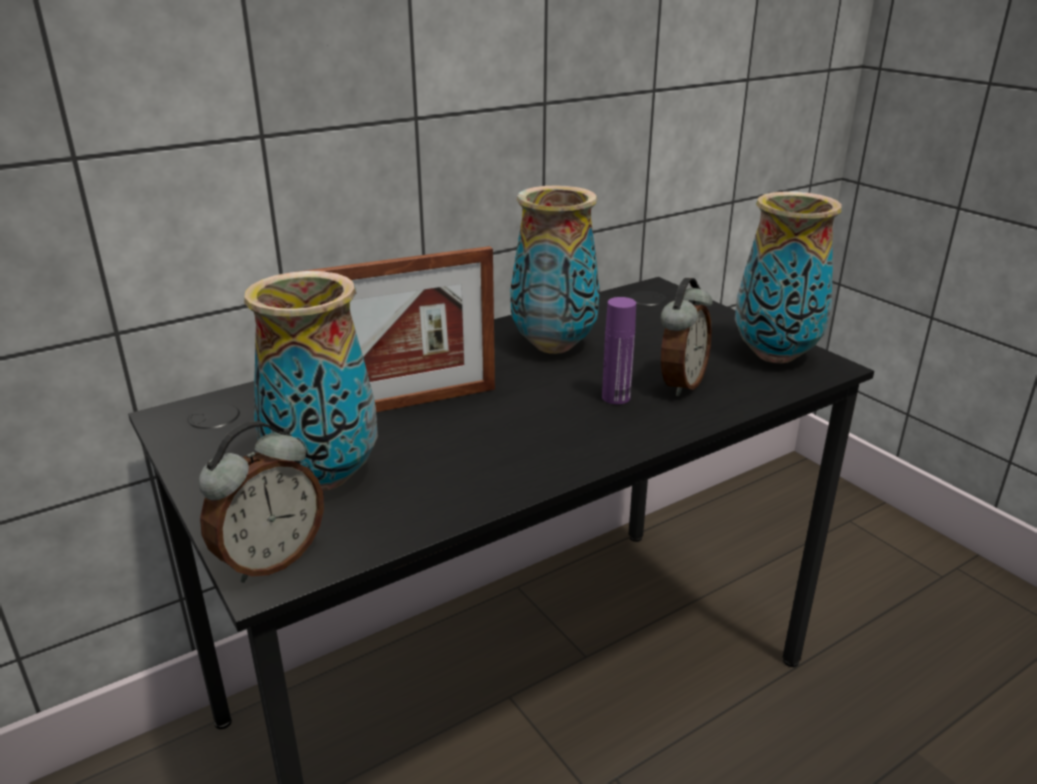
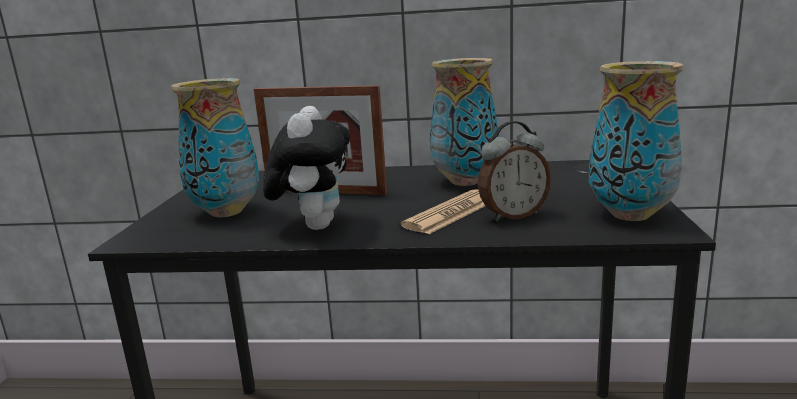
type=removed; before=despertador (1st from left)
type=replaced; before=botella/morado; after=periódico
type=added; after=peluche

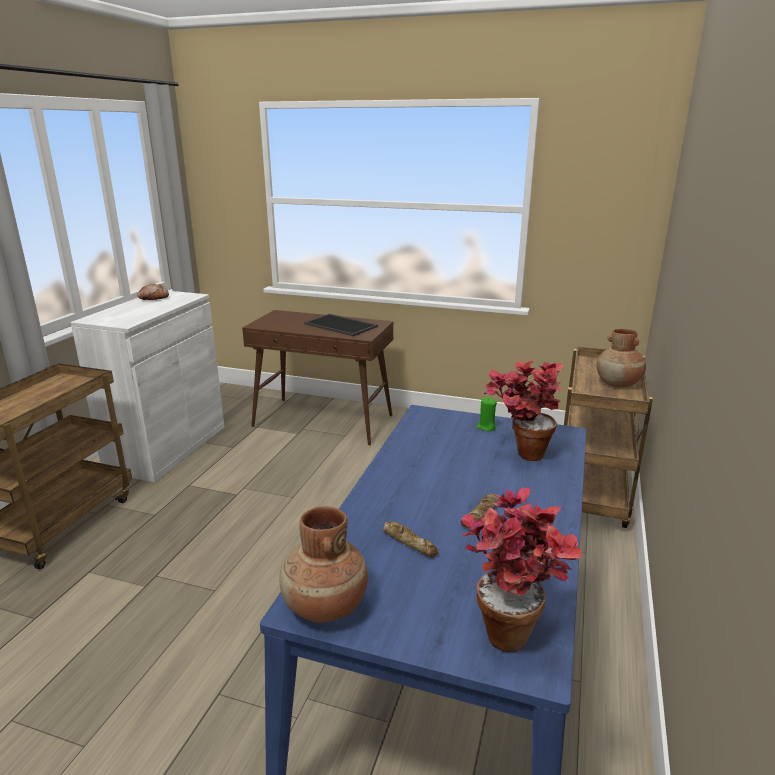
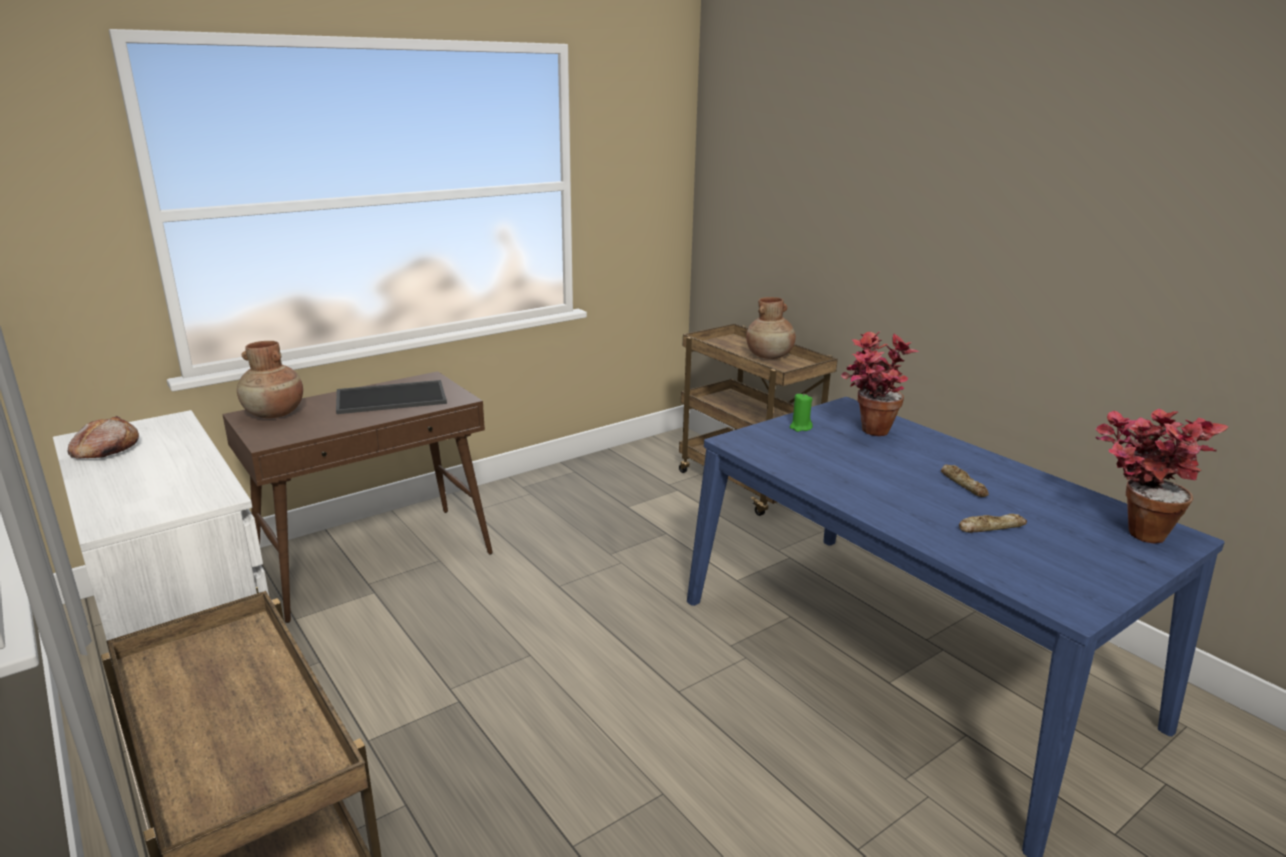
type=moved; before=florero/marrón (1st from left)

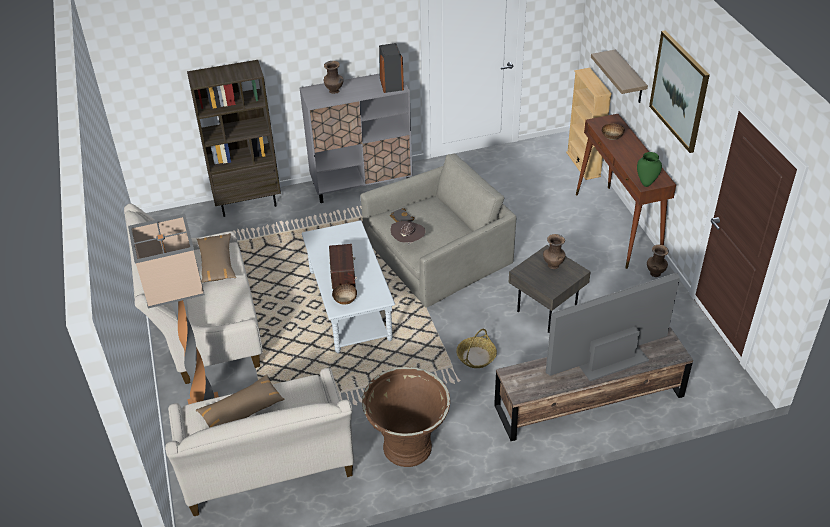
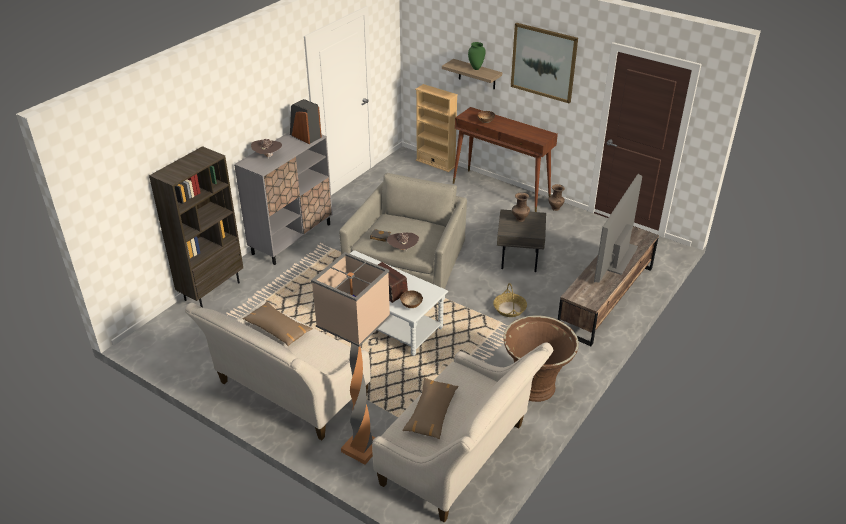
type=replaced; before=florero/marrón (1st from left); after=sombrero/marrón (1st from left)
type=moved; before=florero/verde

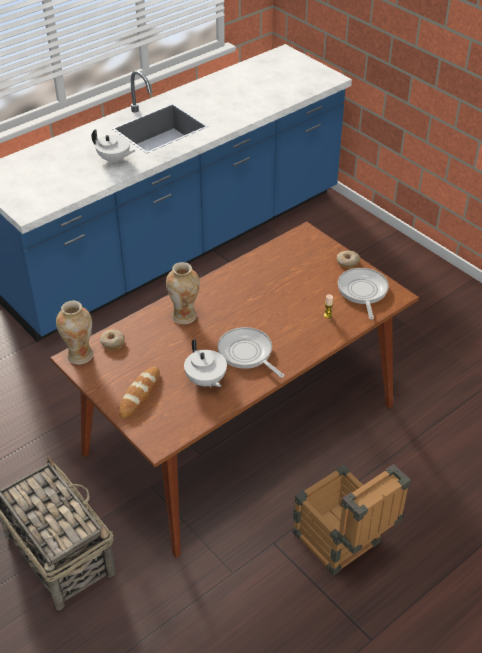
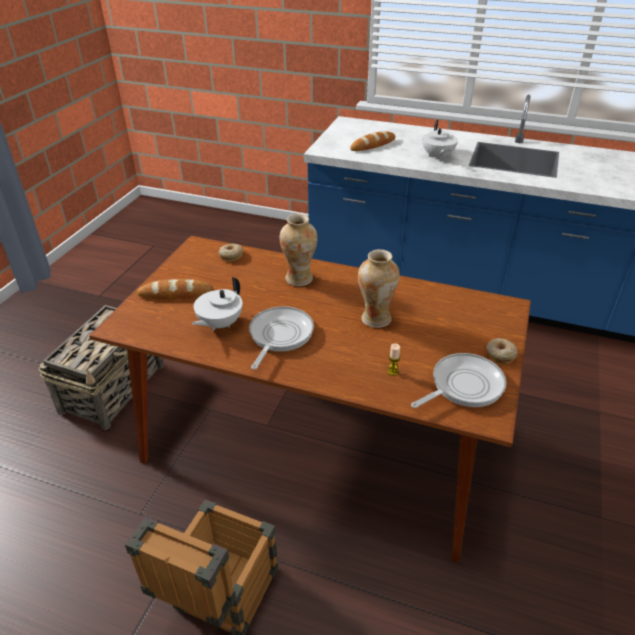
type=moved; before=florero (1st from left in the first image); after=florero (2nd from left)
type=added; after=pan (2nd from left)

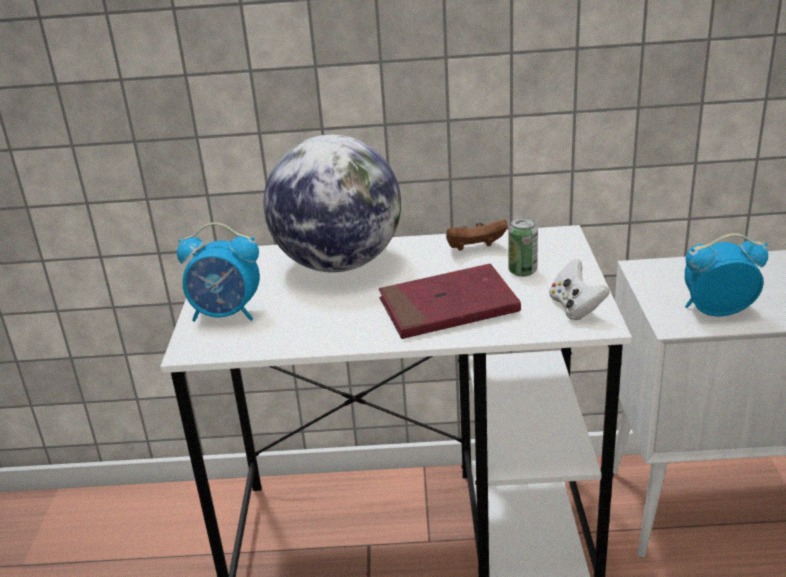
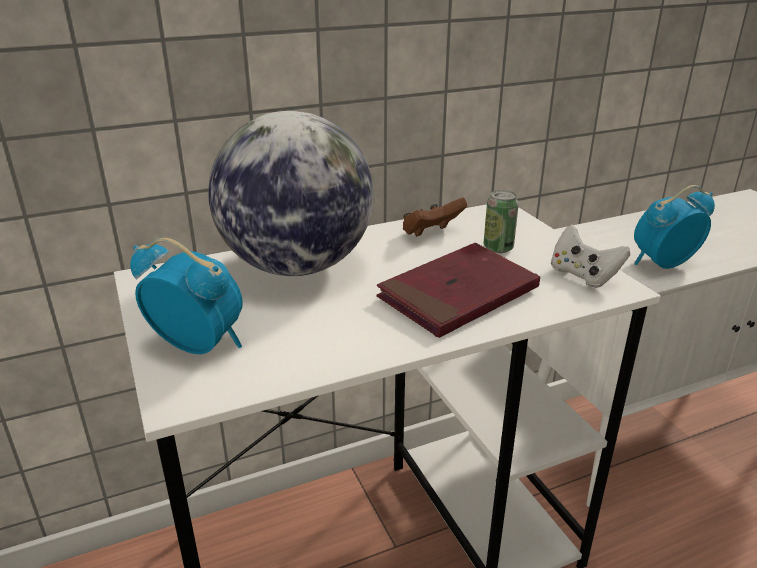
type=turned; before=despertador (1st from left); turn=-135

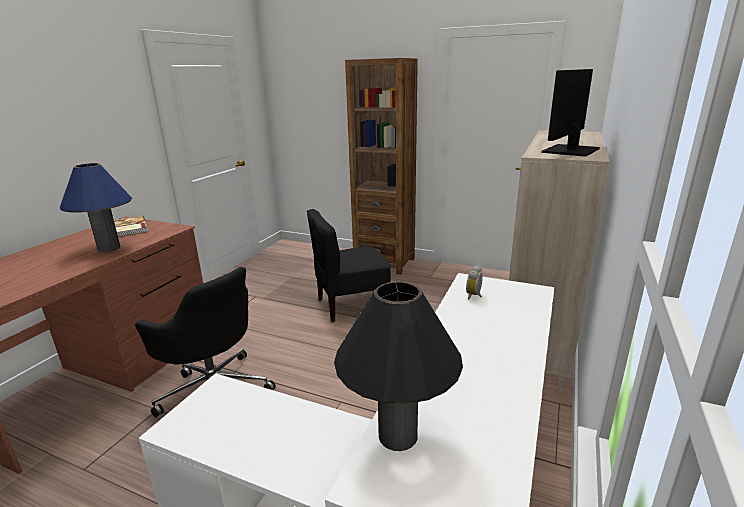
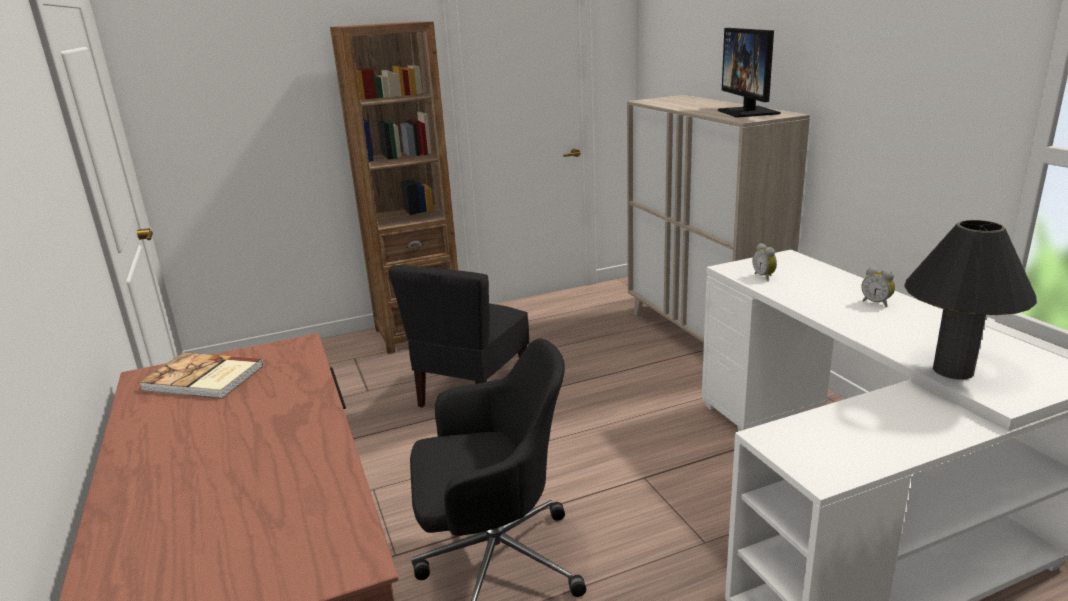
type=removed; before=lámpara de mesa/azul
type=added; after=despertador (2nd from left)

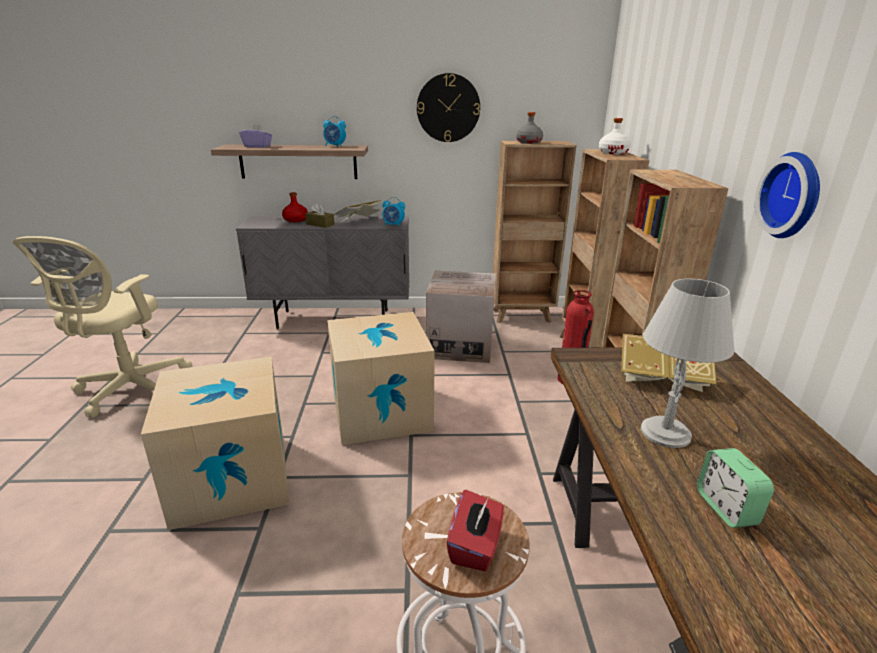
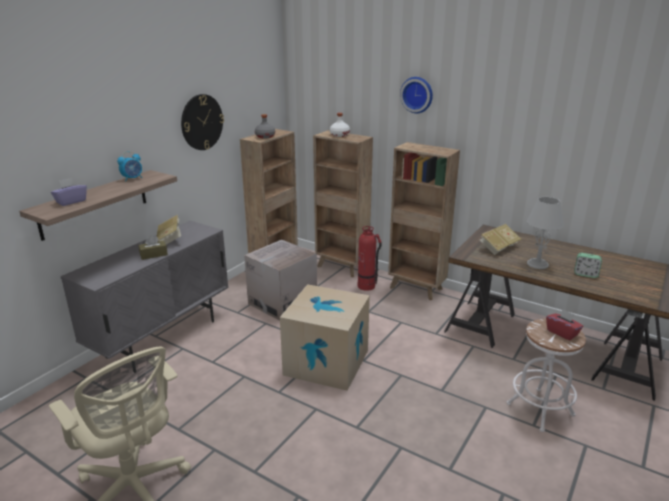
type=removed; before=caja de cartón (1st from left)
type=removed; before=botella/rojo
type=removed; before=despertador (2nd from left)
type=moved; before=reloj de pared (2nd from left)

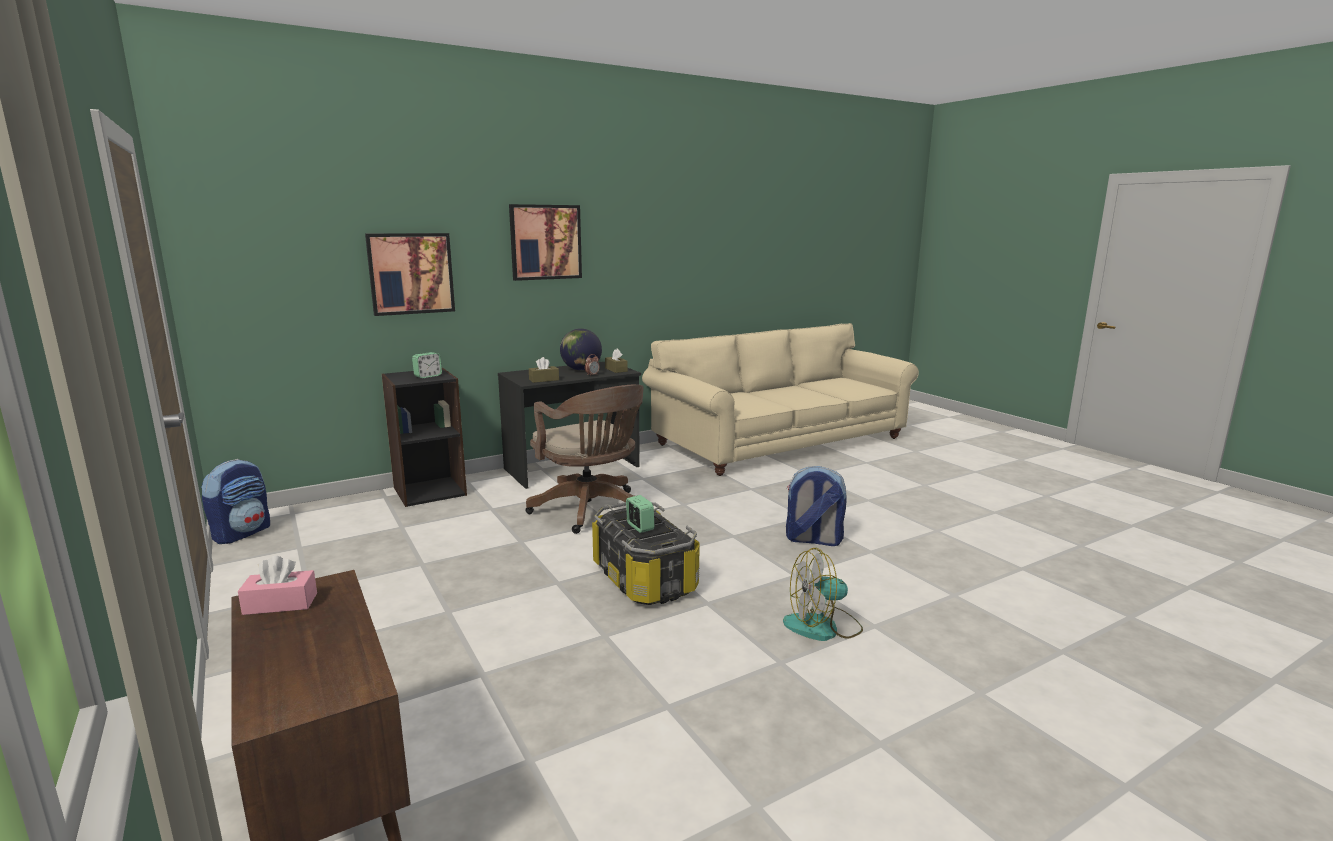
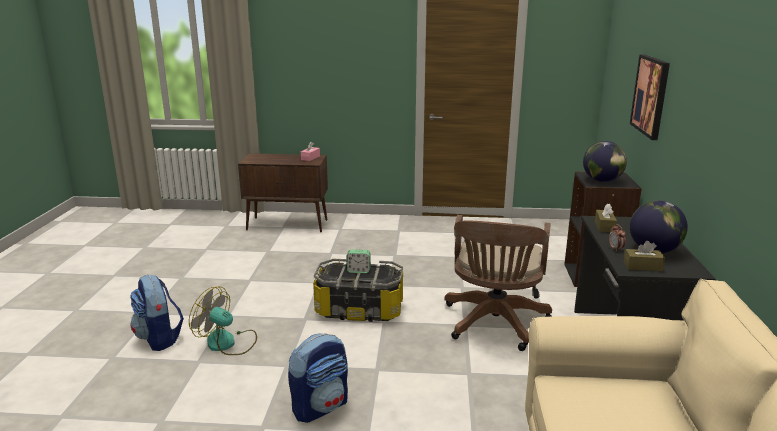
type=moved; before=mochila (1st from left)
type=replaced; before=despertador (1st from left); after=globo terráqueo (1st from left)
type=removed; before=cuadro (2nd from left)
type=turned; before=silla de oficina/marrón; turn=-75
type=turned; before=ventilador; turn=-90

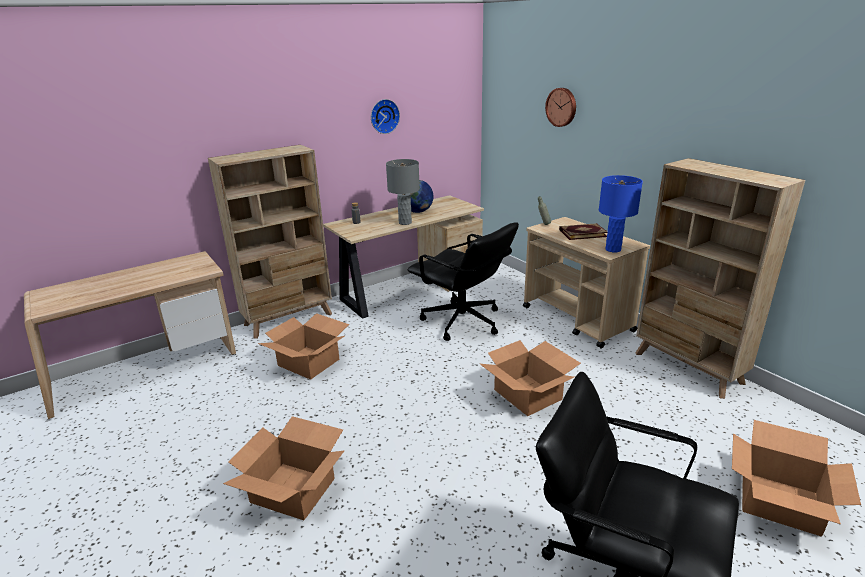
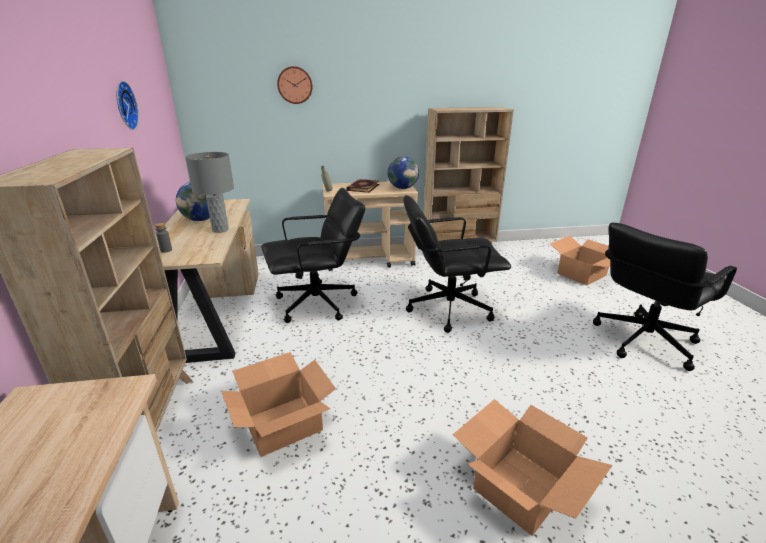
type=replaced; before=caja de cartón (3rd from left); after=silla de oficina/negro (2nd from left)
type=replaced; before=lámpara de mesa/azul; after=globo terráqueo (2nd from left)

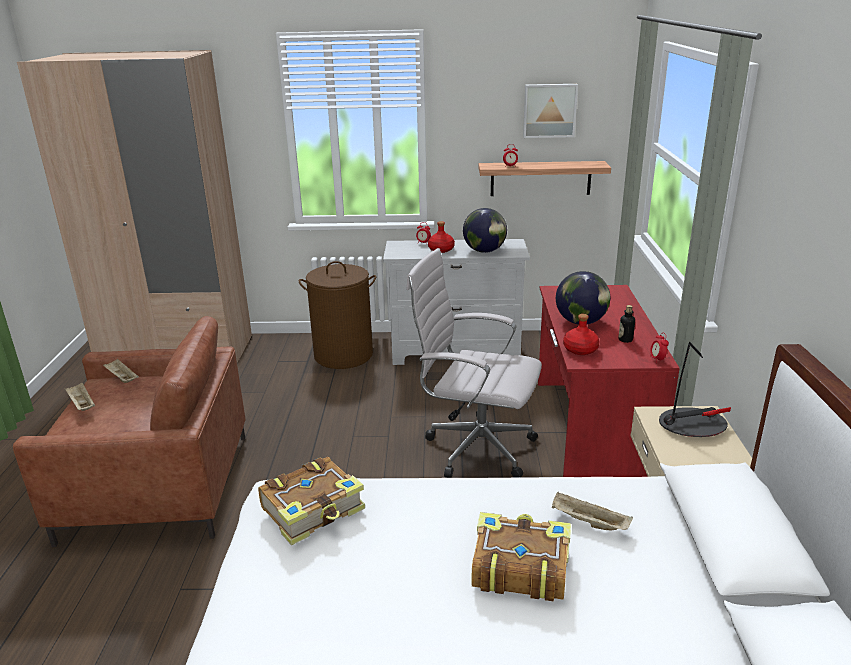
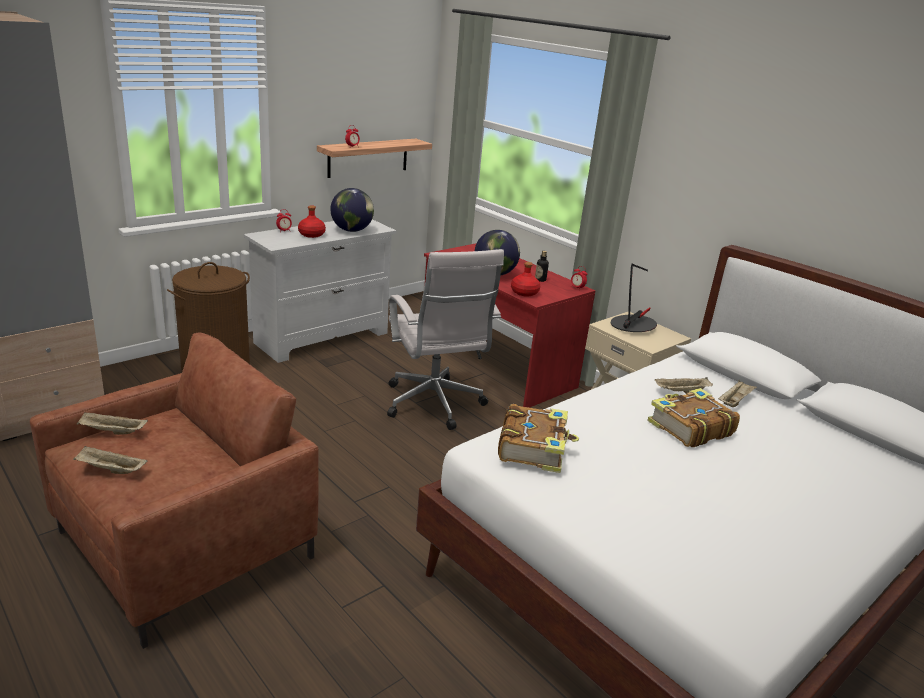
type=turned; before=silla de oficina/blanco; turn=-90
type=removed; before=cuadro
type=added; after=bandeja/beis (4th from left)

